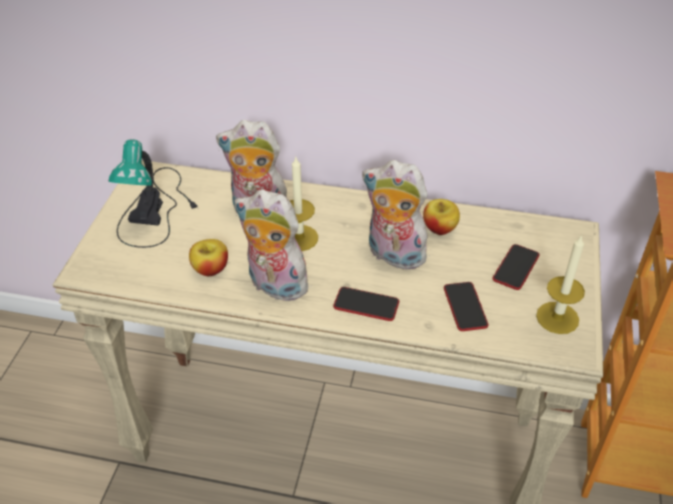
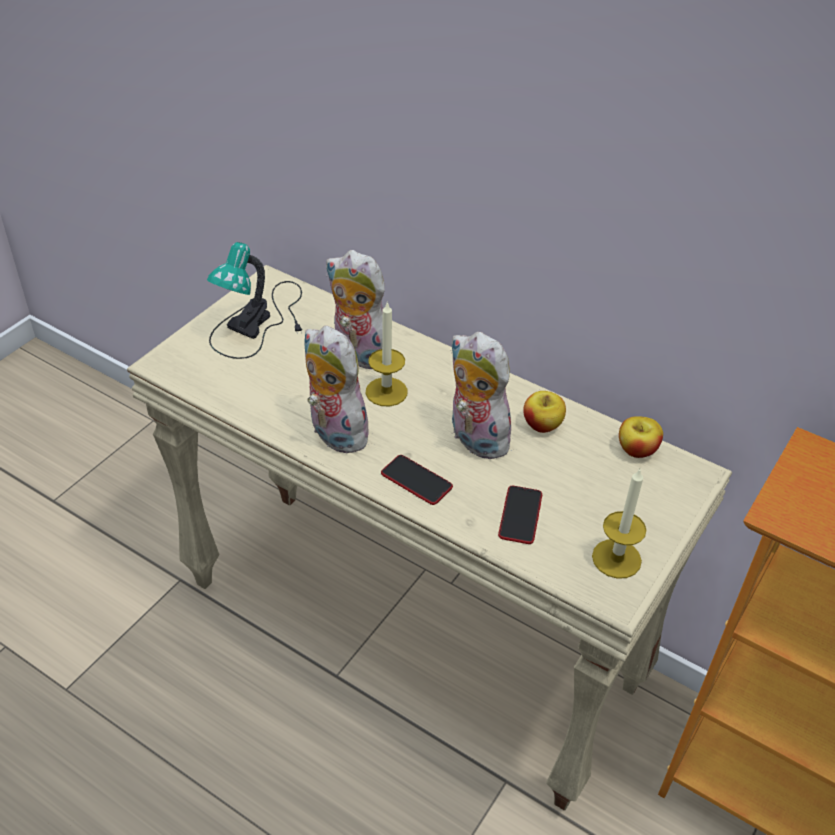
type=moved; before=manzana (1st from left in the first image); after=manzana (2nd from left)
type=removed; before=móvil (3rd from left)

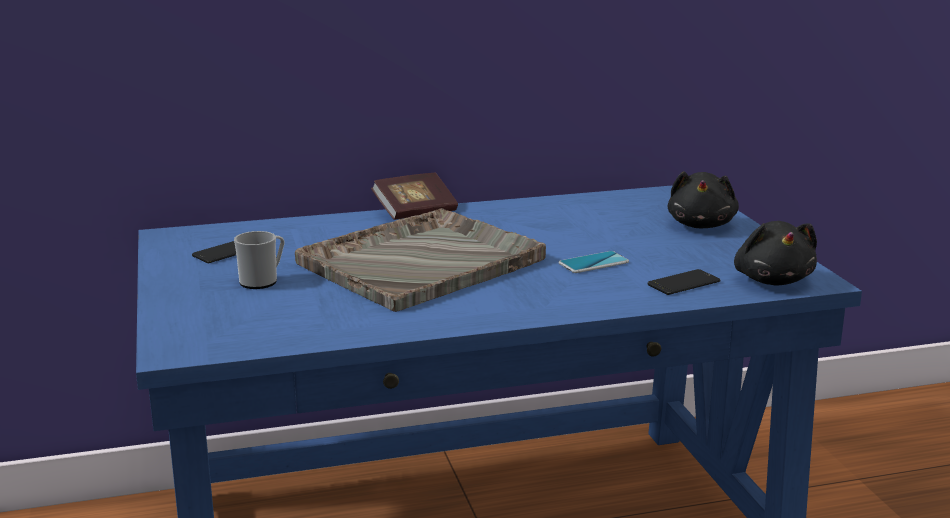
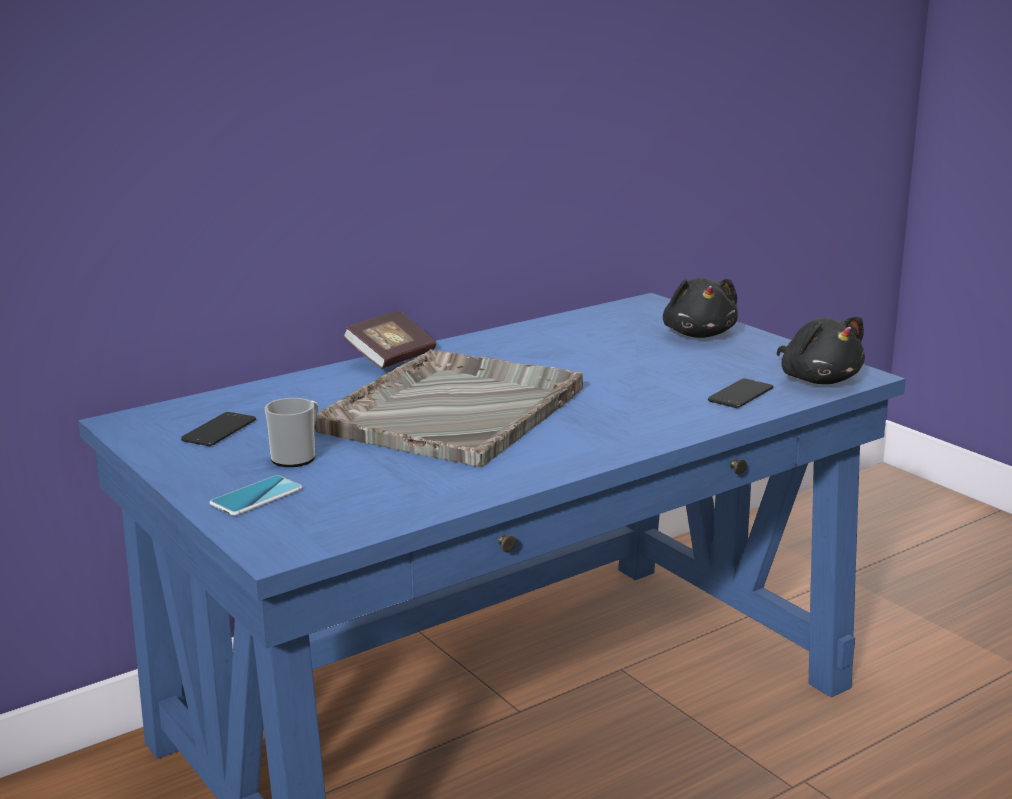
type=moved; before=móvil (2nd from left)

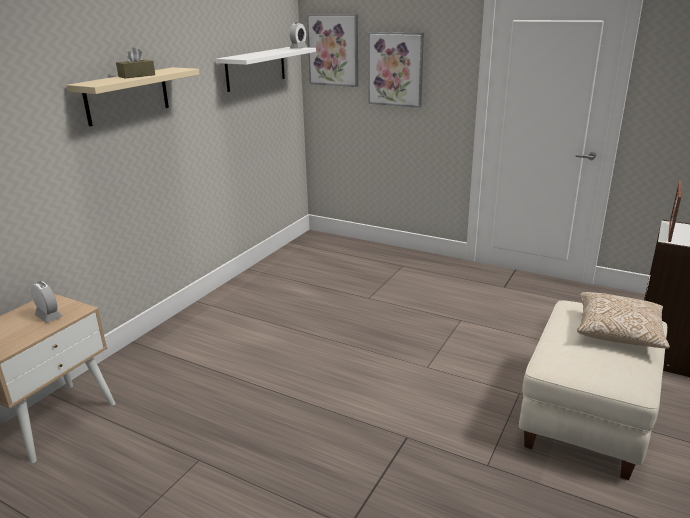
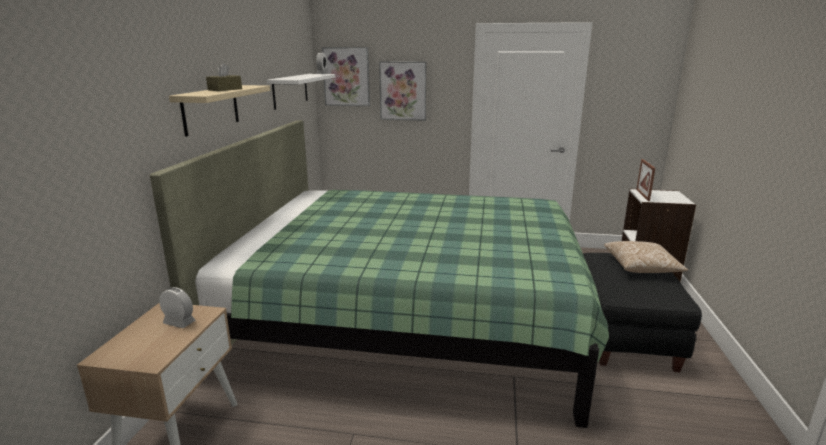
type=recoloured; before=puf/beis; after=puf/negro
type=added; after=cama/verde

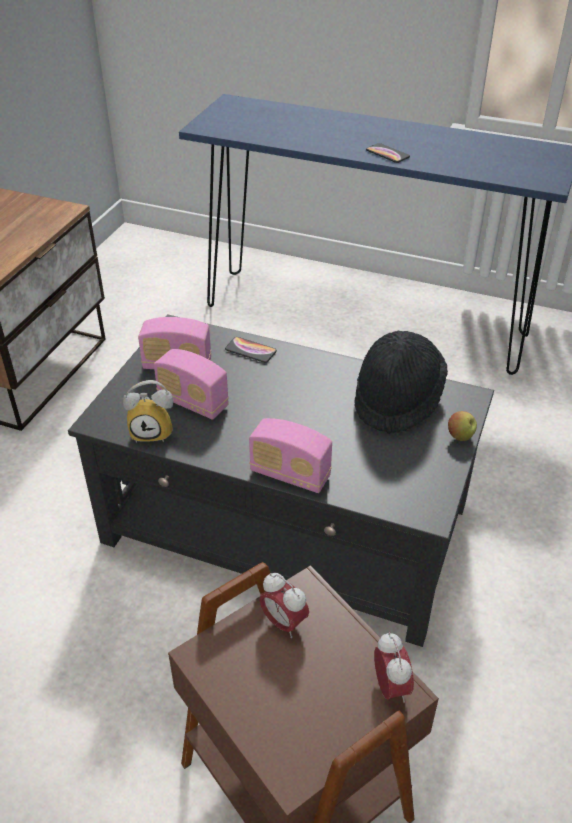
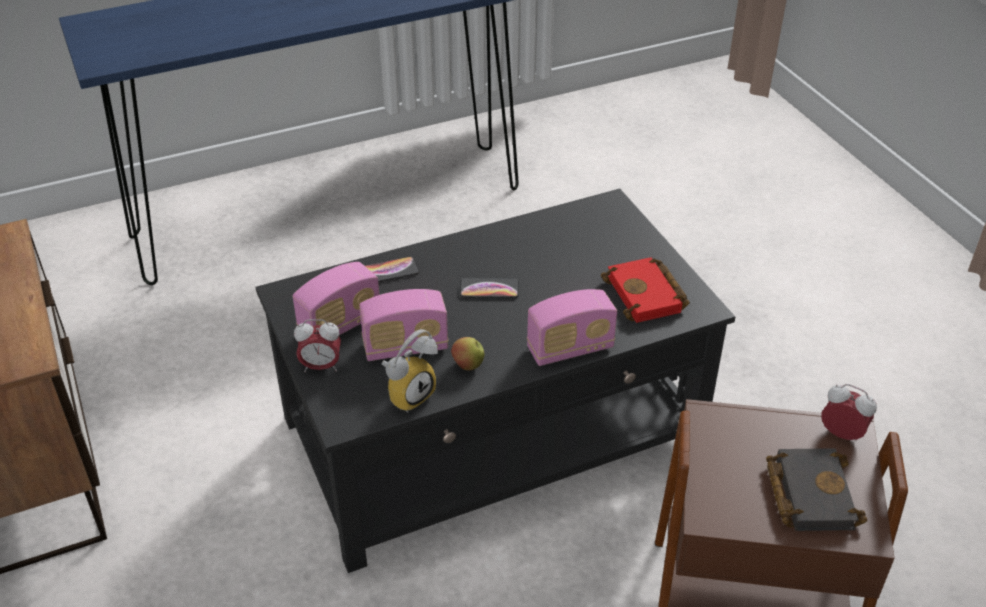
type=moved; before=despertador (2nd from left in the first image); after=despertador (1st from left)
type=removed; before=sombrero/negro
type=moved; before=móvil (2nd from left)
type=moved; before=manzana
type=added; after=libro/rojo
type=added; after=libro/negro

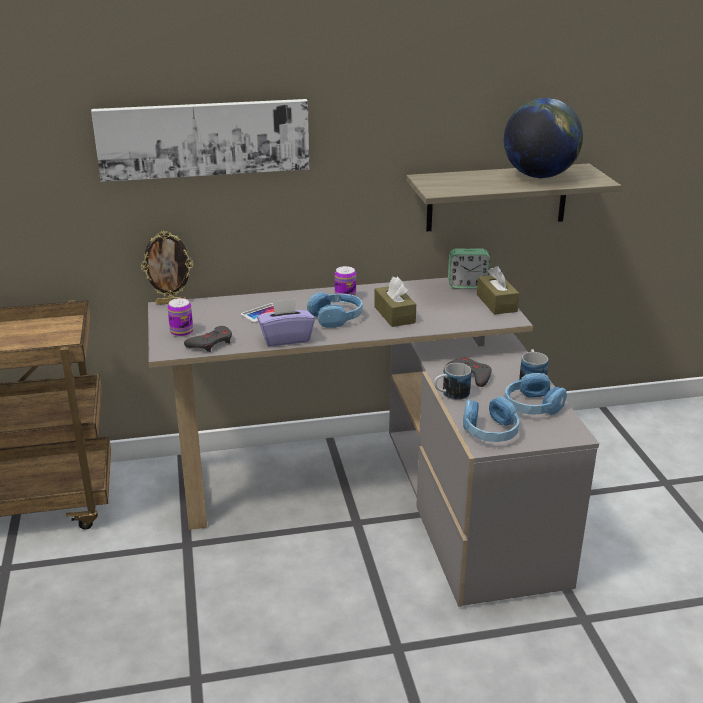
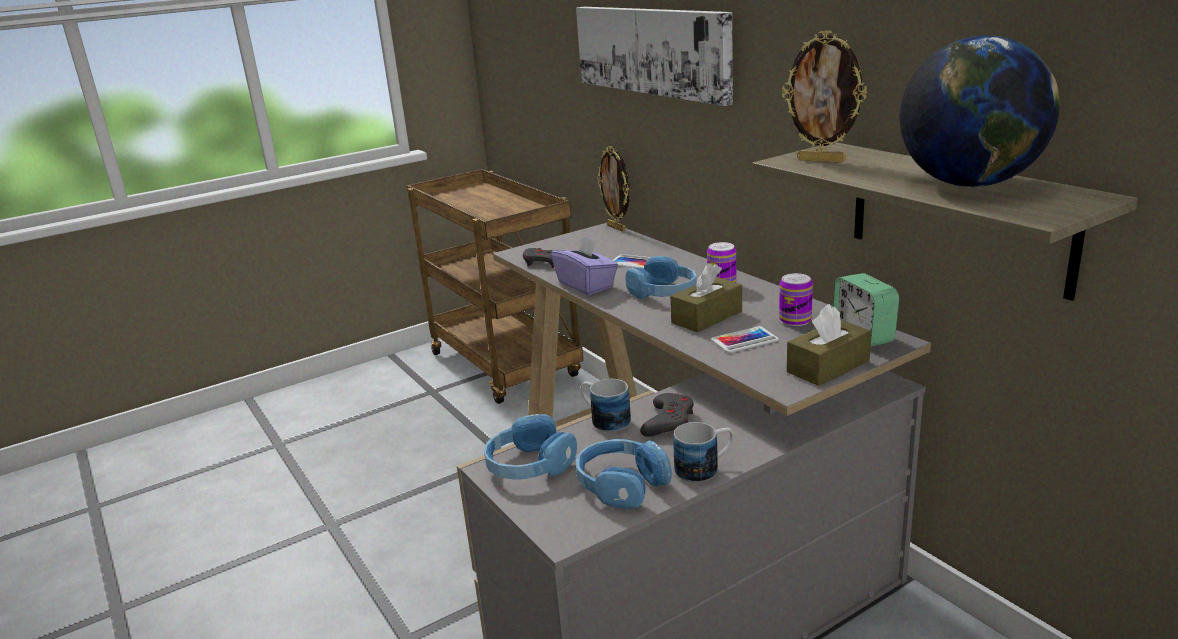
type=moved; before=lata (1st from left in the first image); after=lata (2nd from left)
type=added; after=móvil (2nd from left)
type=added; after=portarretratos (2nd from left)

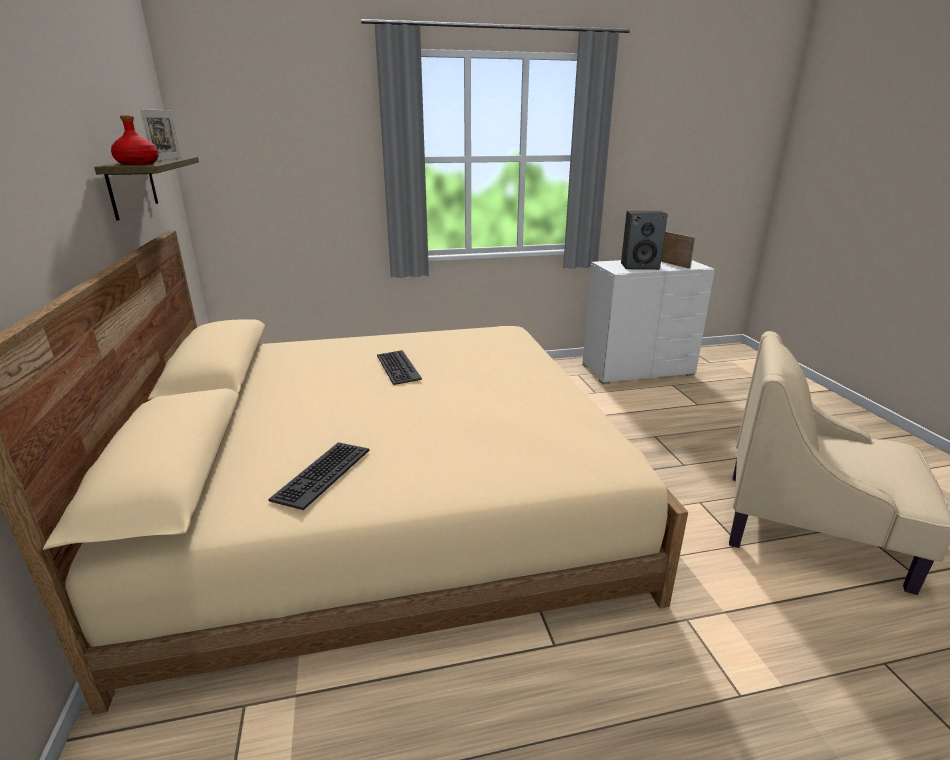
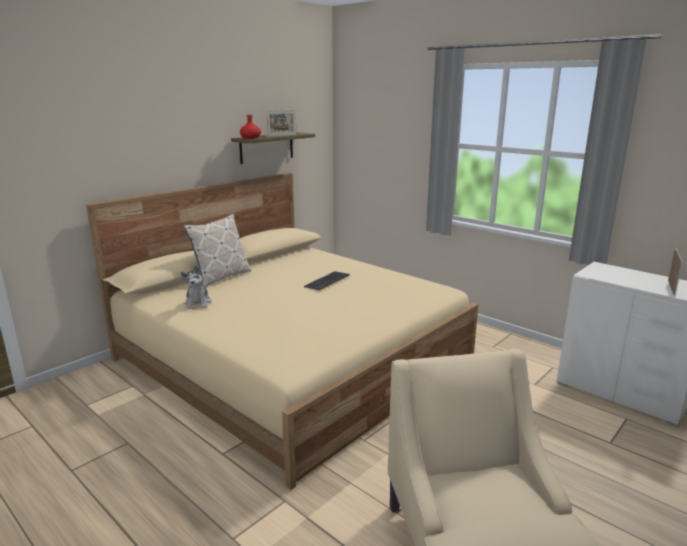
type=replaced; before=teclado (1st from left); after=peluche
type=removed; before=altavoz
type=added; after=cojín

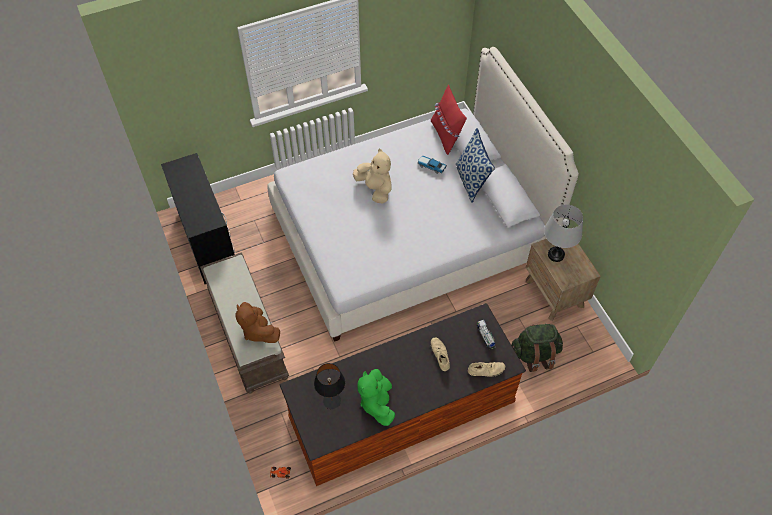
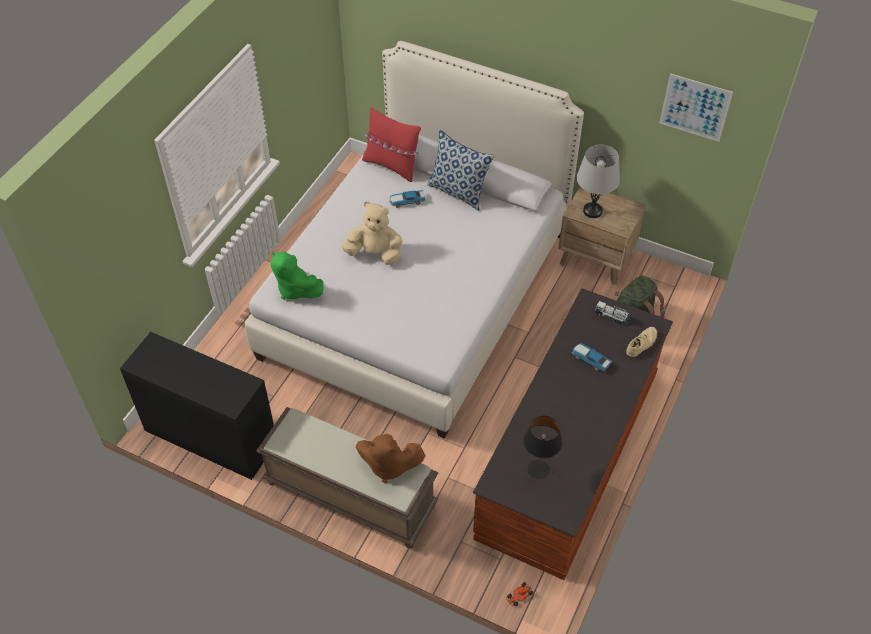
type=moved; before=peluche/verde
type=replaced; before=zapato/beis (1st from left); after=coche de juguete (3rd from left)
type=added; after=cuadro

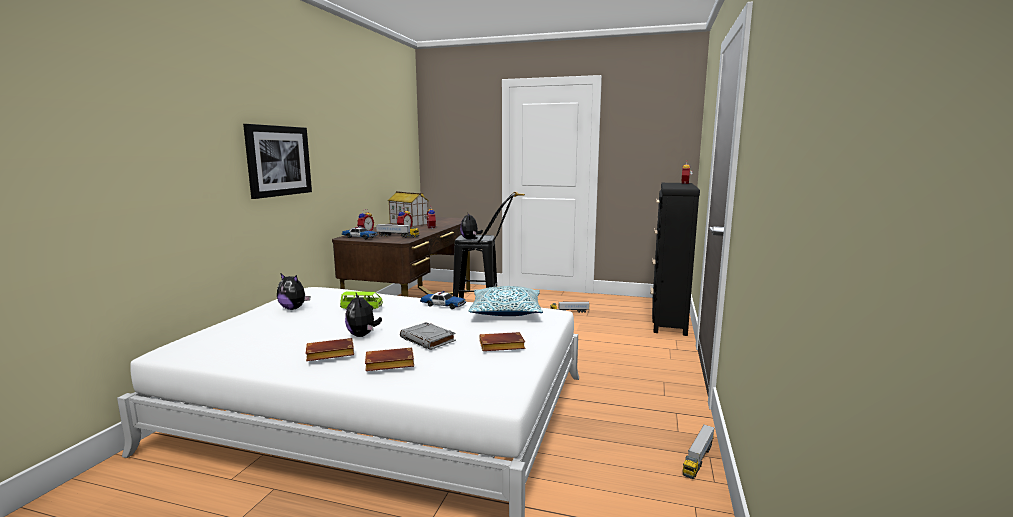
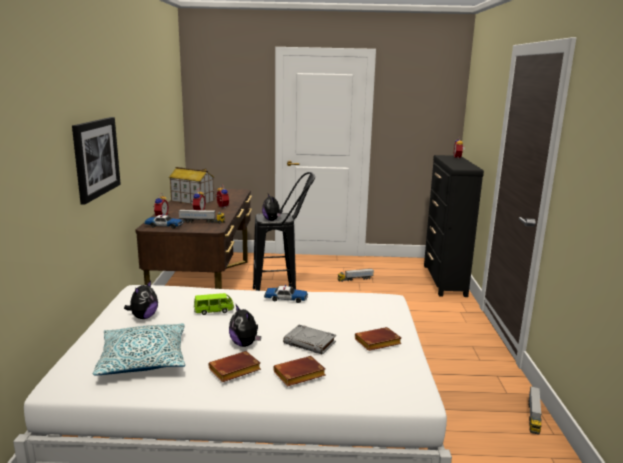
type=turned; before=peluche (1st from left); turn=-75
type=moved; before=cojín

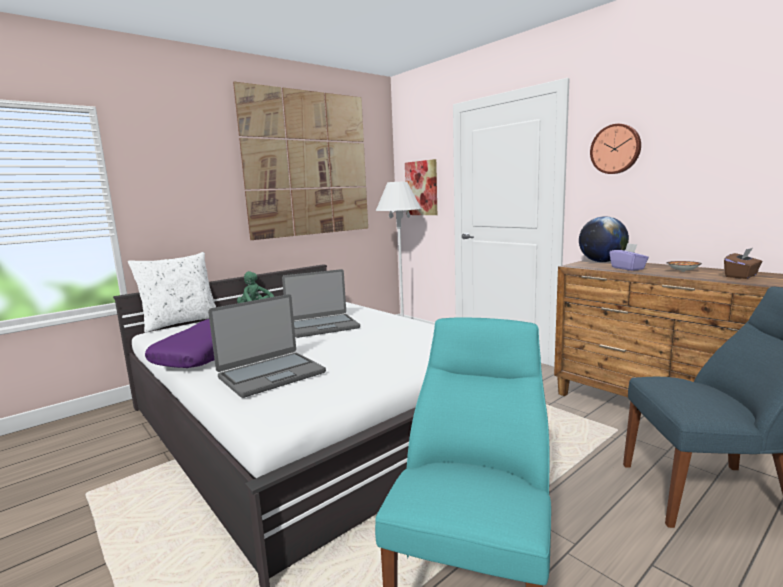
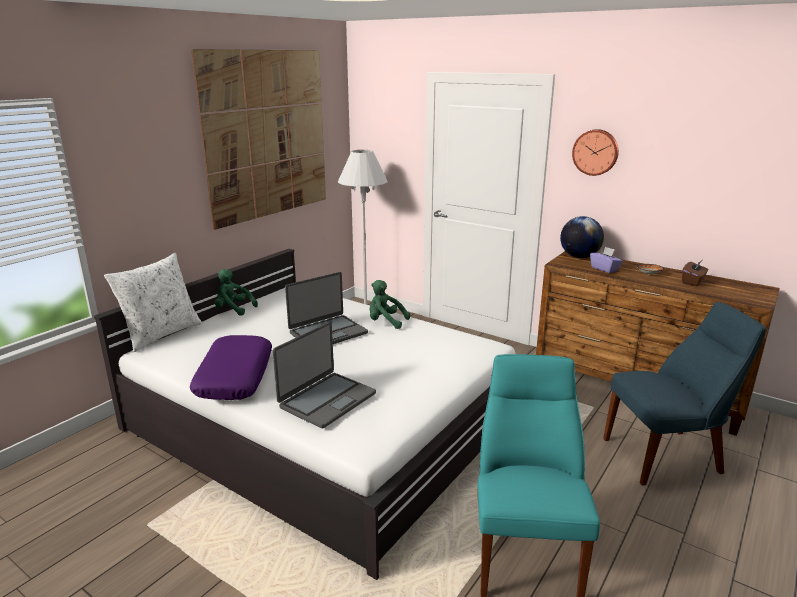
type=removed; before=cuadro (2nd from left)
type=added; after=peluche/verde (2nd from left)

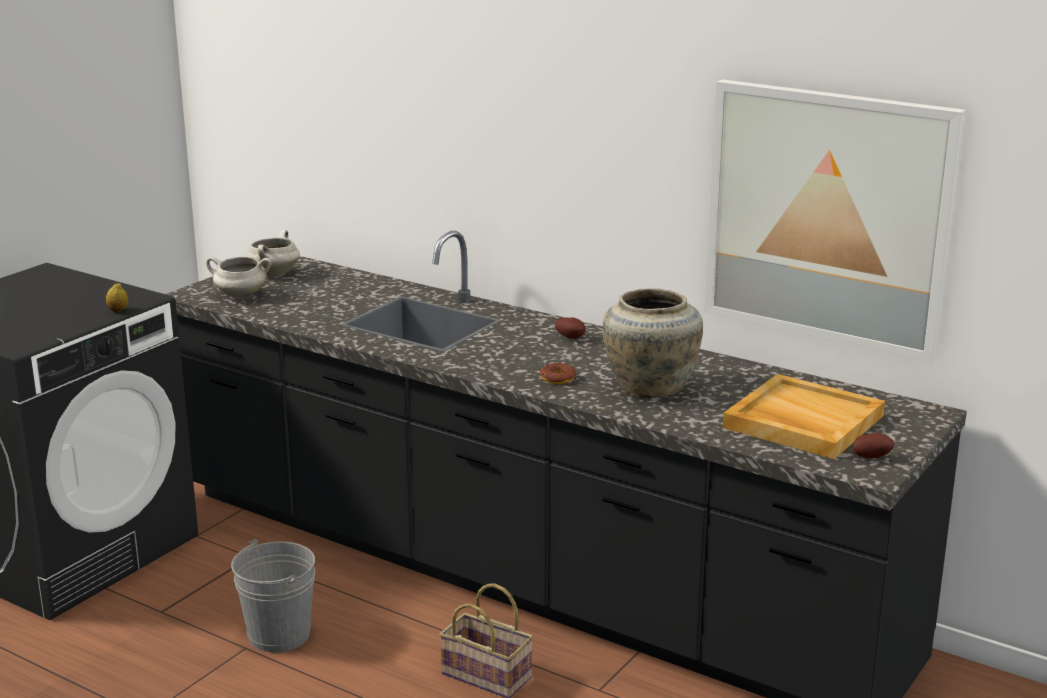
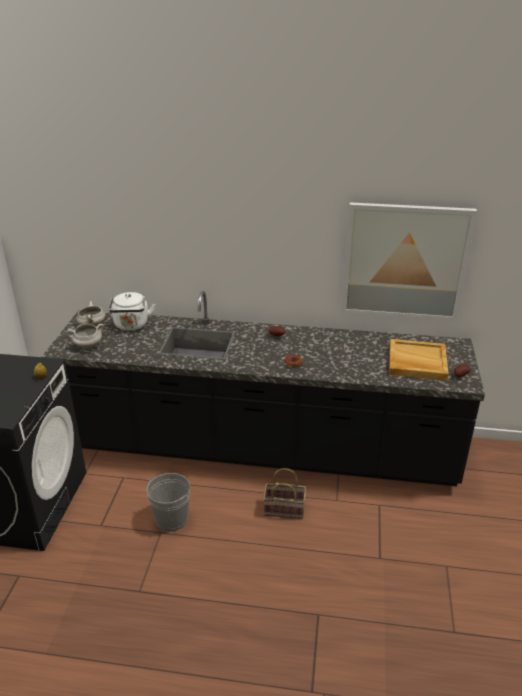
type=removed; before=florero/beis
type=added; after=hervidor/blanco

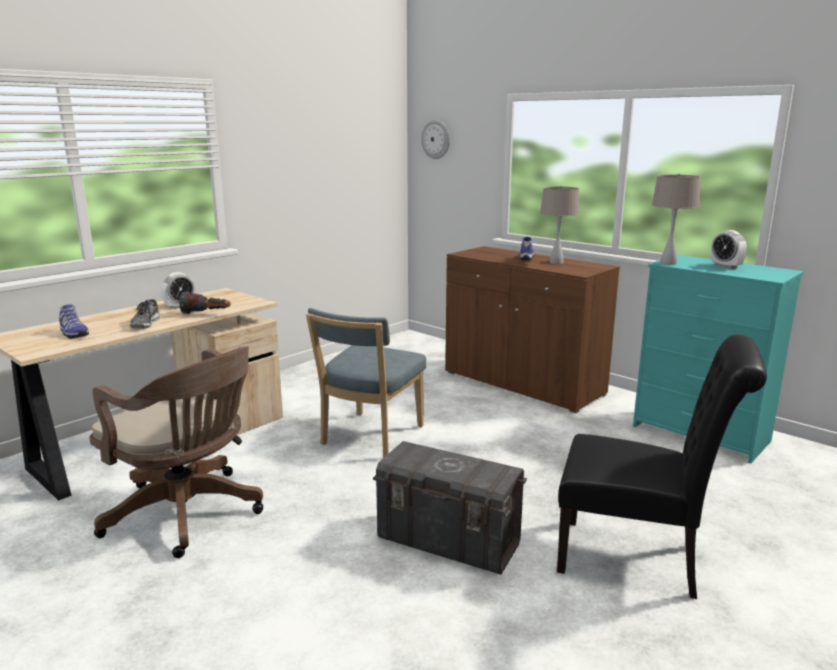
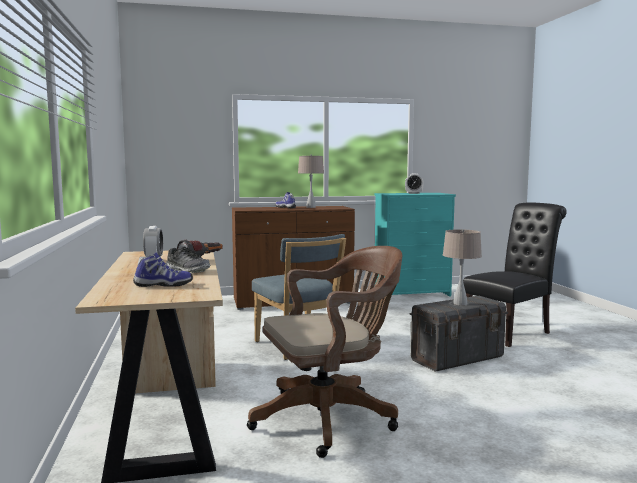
type=removed; before=reloj de pared
type=moved; before=lámpara de mesa/beis (2nd from left)

